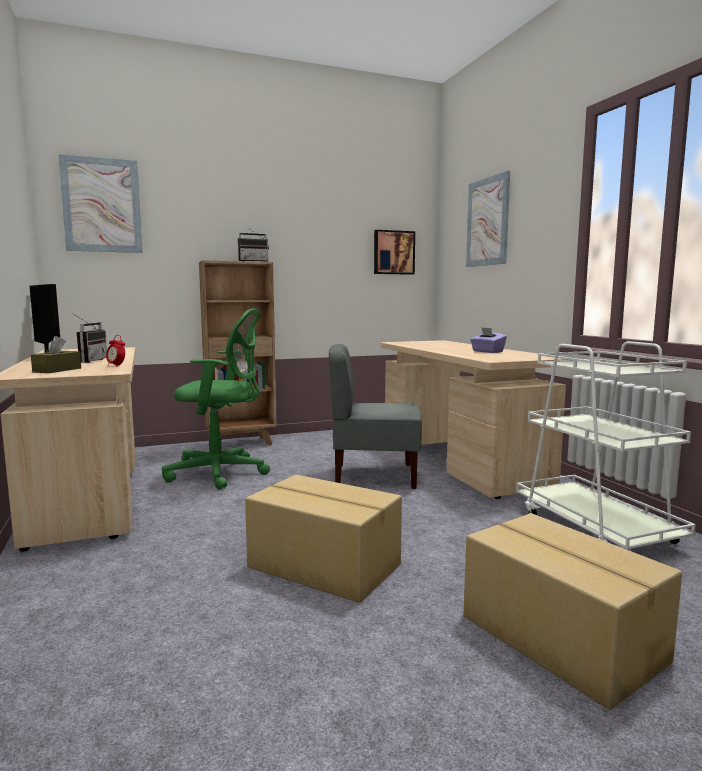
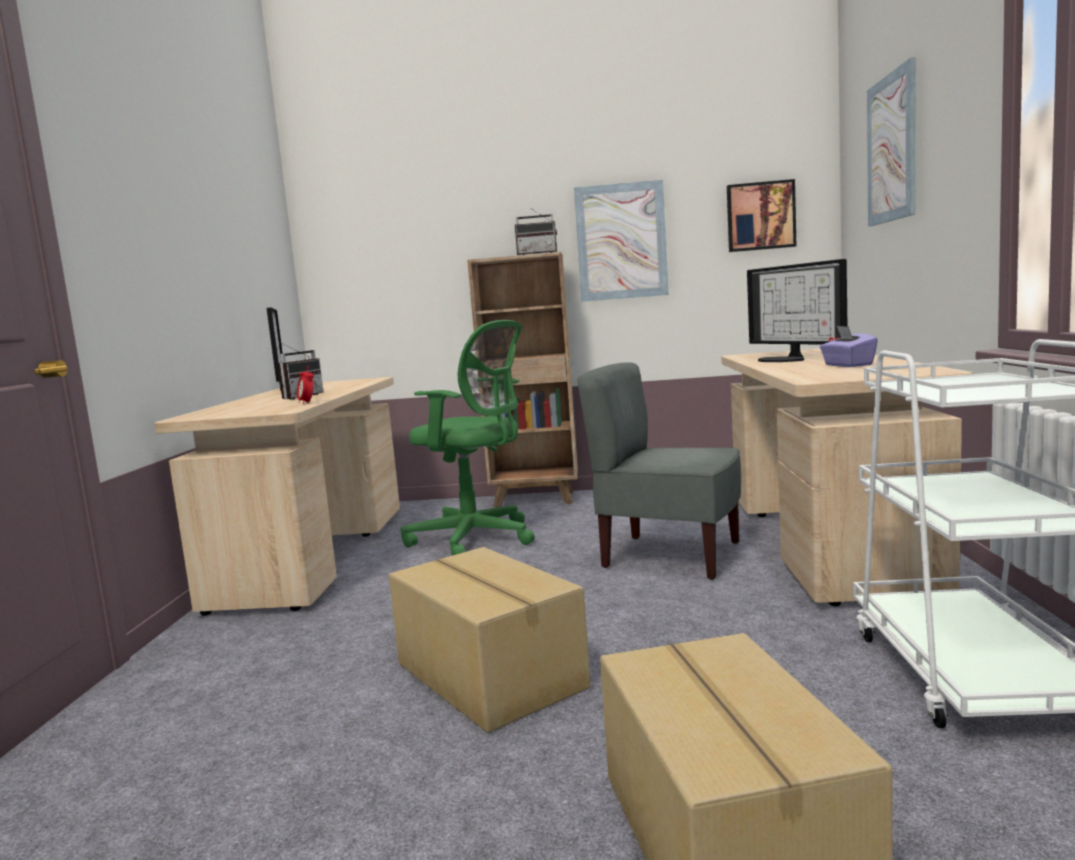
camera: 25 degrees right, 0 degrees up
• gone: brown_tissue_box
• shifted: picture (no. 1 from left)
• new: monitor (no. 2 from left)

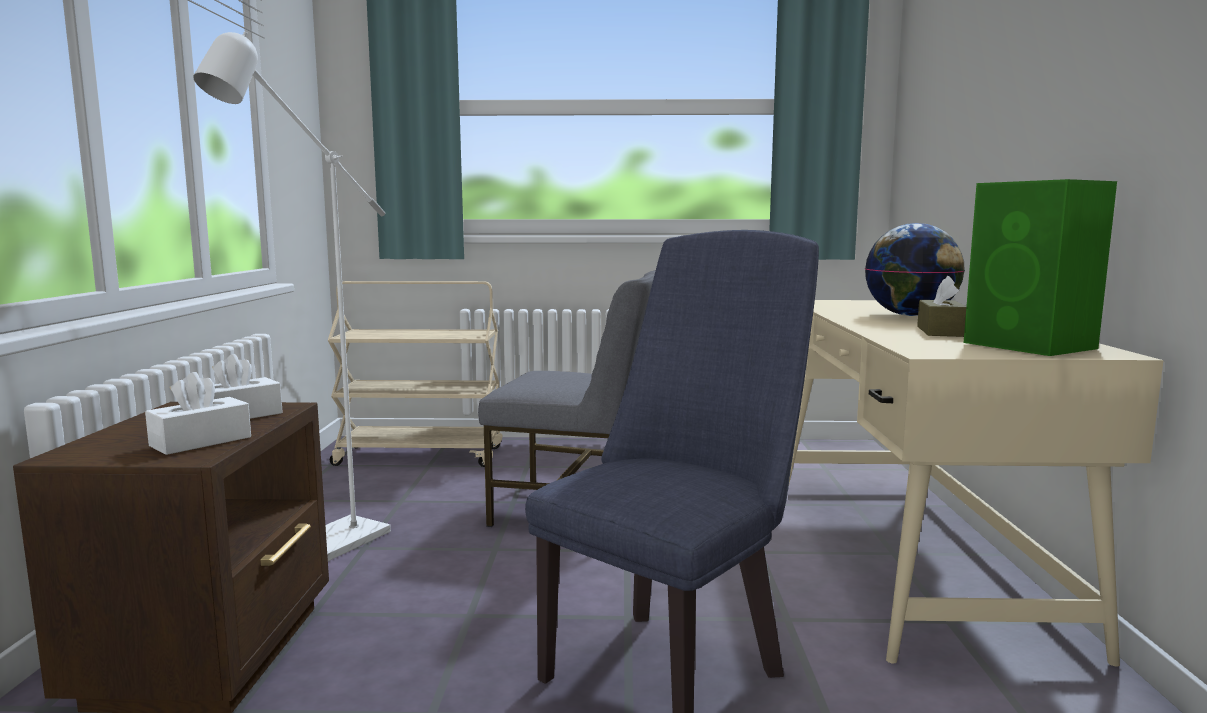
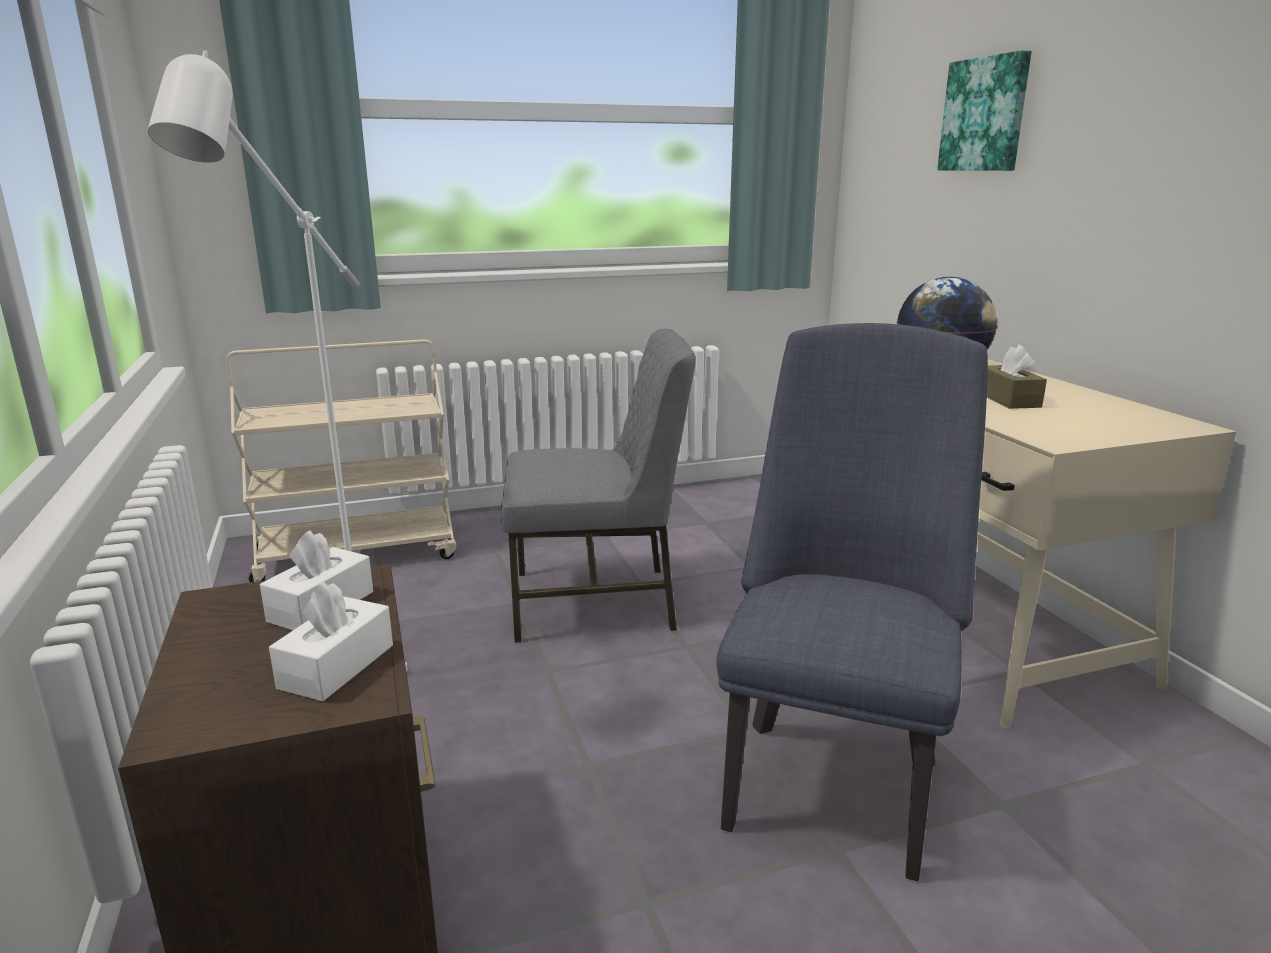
camera: 20 degrees left, 10 degrees up
• gone: green_speaker
• new: picture

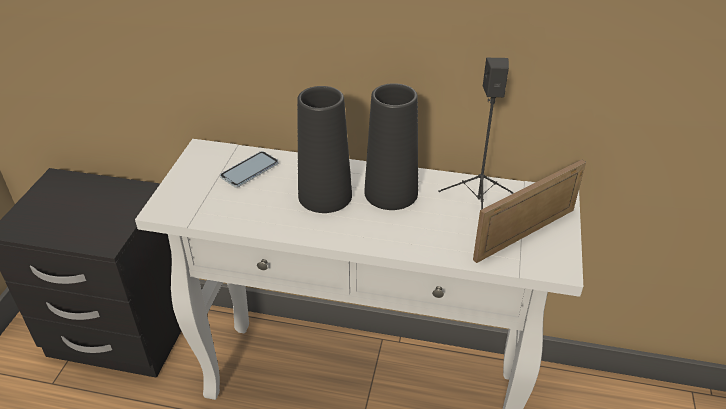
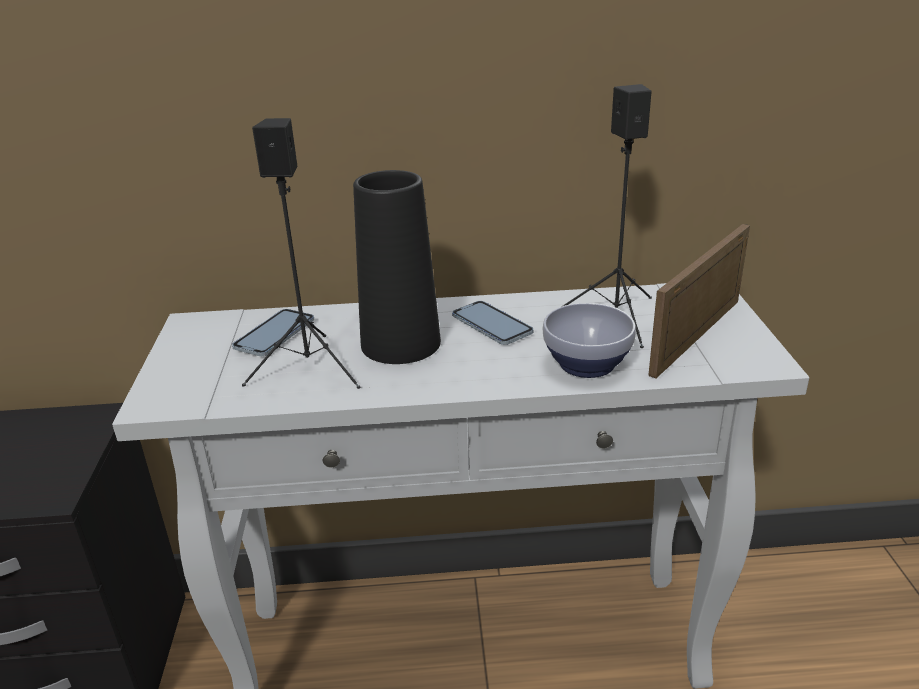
camera: 15 degrees left, 10 degrees down
• swapped: black_vase (no. 2 from left) to phone (no. 2 from left)
• new: black_speaker (no. 1 from left)
• new: bowl

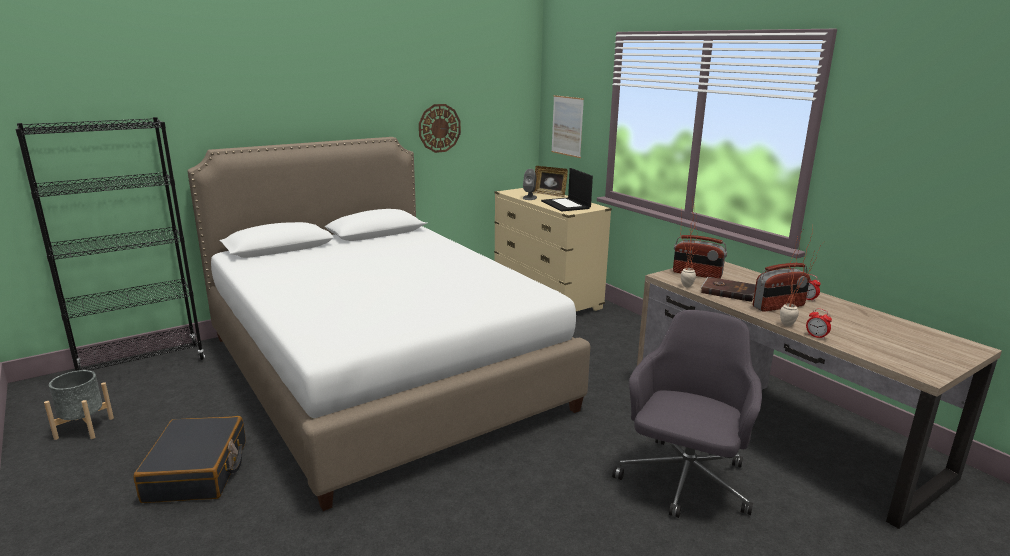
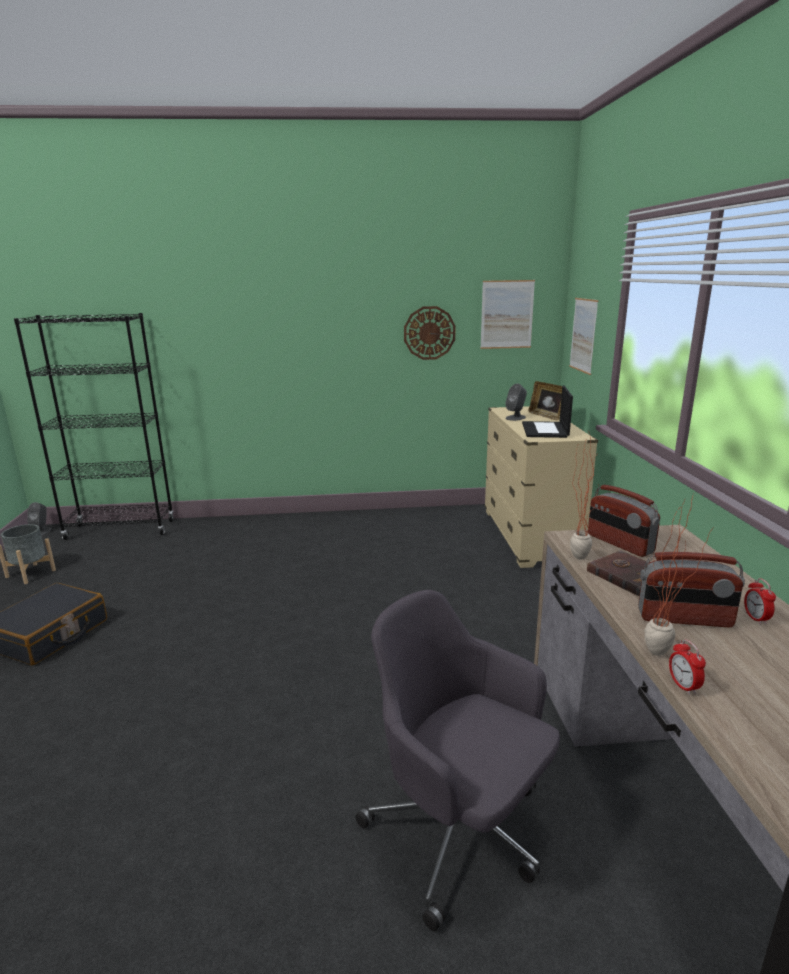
camera: 30 degrees right, 0 degrees up
• gone: white_bed
• rotated: grey_office_chair 105 degrees counterclockwise
• new: grey_speaker (no. 1 from left)
• new: picture (no. 1 from left)

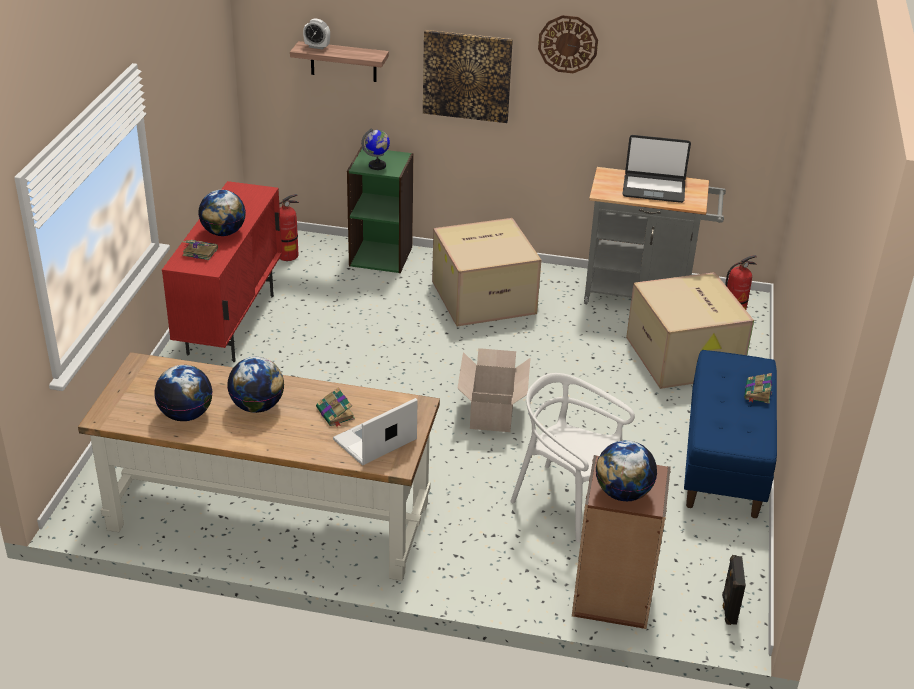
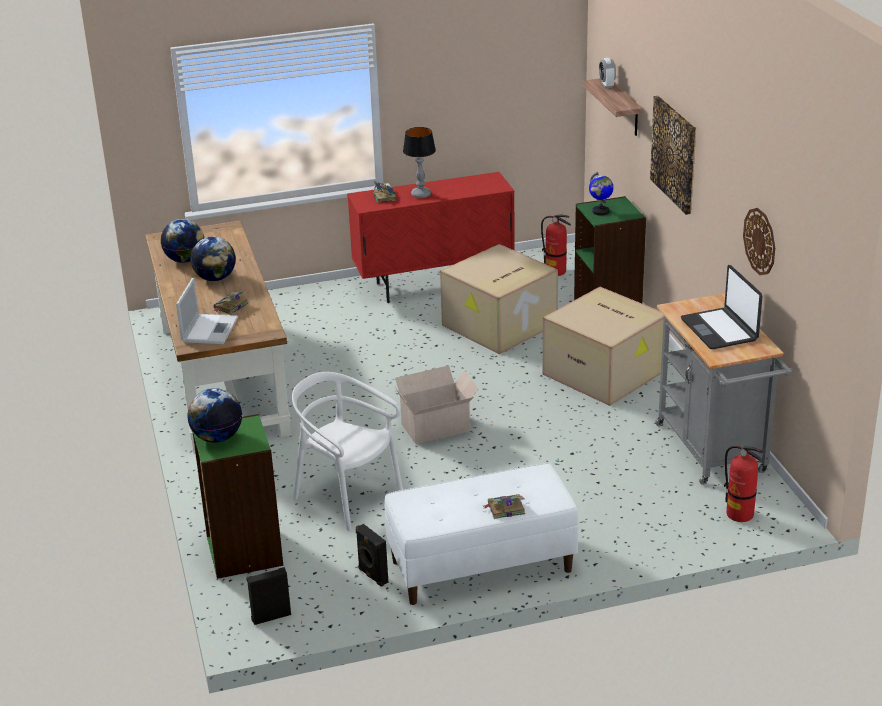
camera: 65 degrees right, 5 degrees down
• swapped: globe (no. 2 from left) to table_lamp
• rotated: laptop (no. 1 from left) 75 degrees clockwise
• rotated: white_chair 60 degrees counterclockwise
• shifted: wall_clock
• repainted: brown_bookcase to green_bookcase (no. 1 from left)
• shifted: cardboard_box (no. 3 from left in the first image) to cardboard_box (no. 2 from left)
• repainted: blue_bench to white_bench
• new: black_speaker (no. 2 from left)

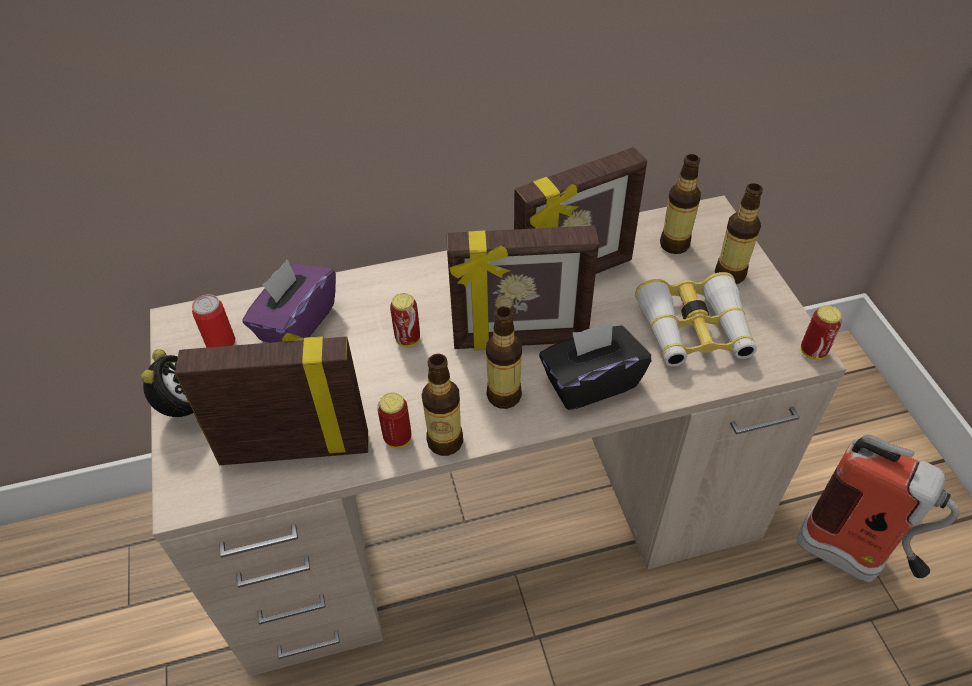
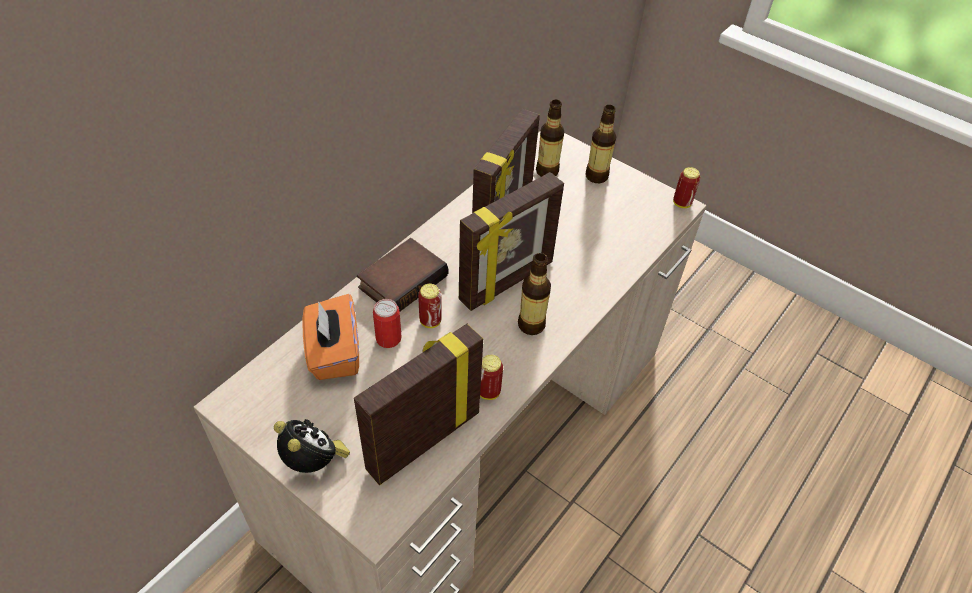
camera: 40 degrees left, 0 degrees up
• shifted: can (no. 1 from left)
• repainted: purple_tissue_box to orange_tissue_box
• gone: bottle (no. 1 from left)
• gone: black_tissue_box
• gone: binoculars
• gone: fire_extinguisher
• new: book

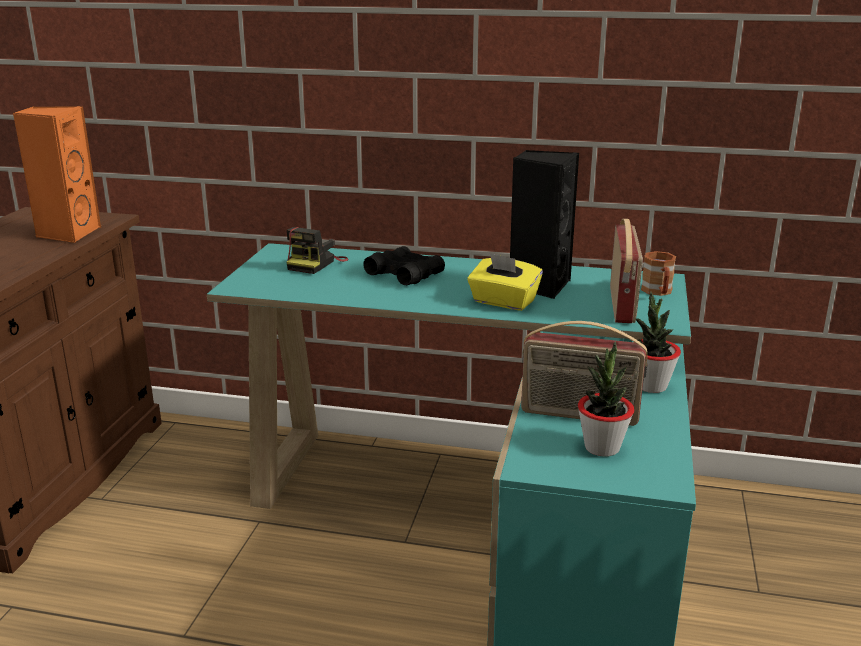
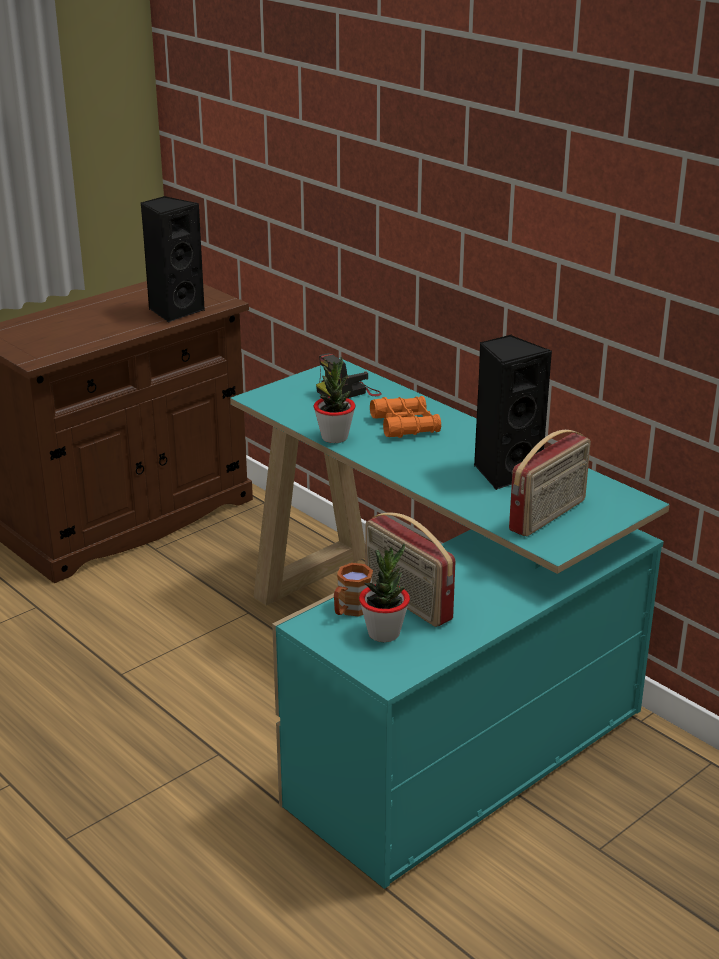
camera: 35 degrees right, 5 degrees up
• repainted: orange_speaker to black_speaker (no. 1 from left)
• repainted: black_binoculars to orange_binoculars
• gone: yellow_tissue_box
• shifted: potted_plant (no. 2 from left in the first image) to potted_plant (no. 1 from left)
• shifted: brown_mug

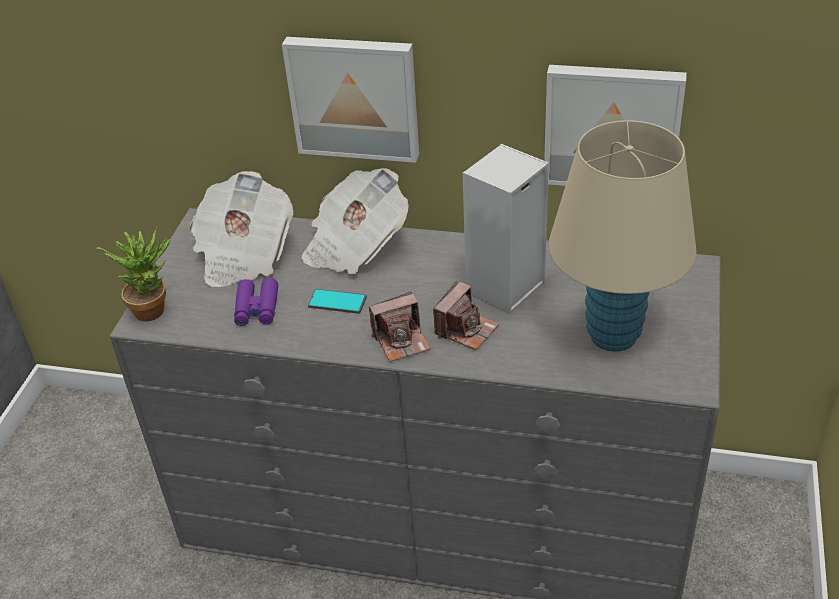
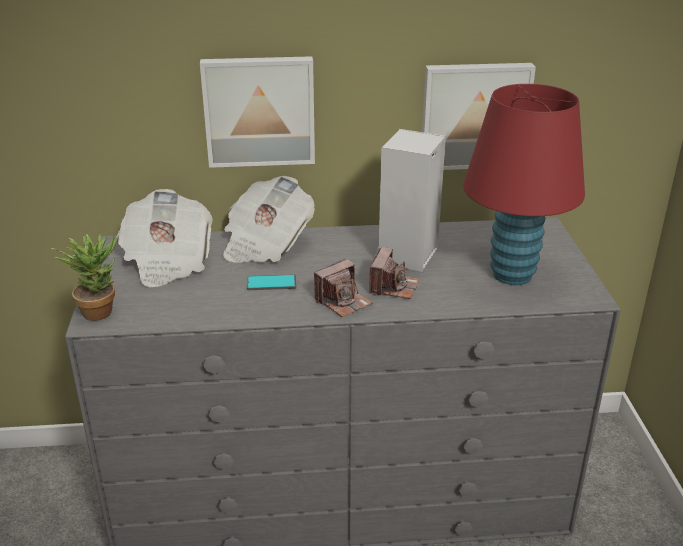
camera: 20 degrees left, 10 degrees down
• gone: purple_binoculars
• repainted: beige_table_lamp to red_table_lamp

